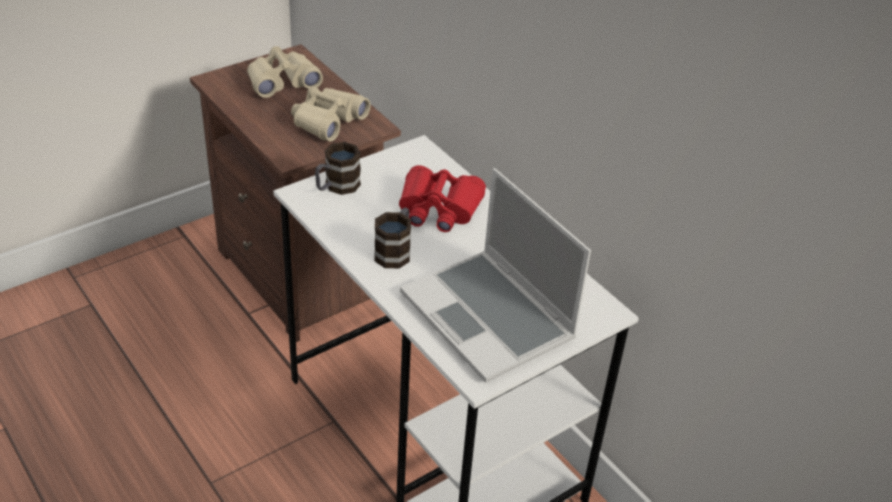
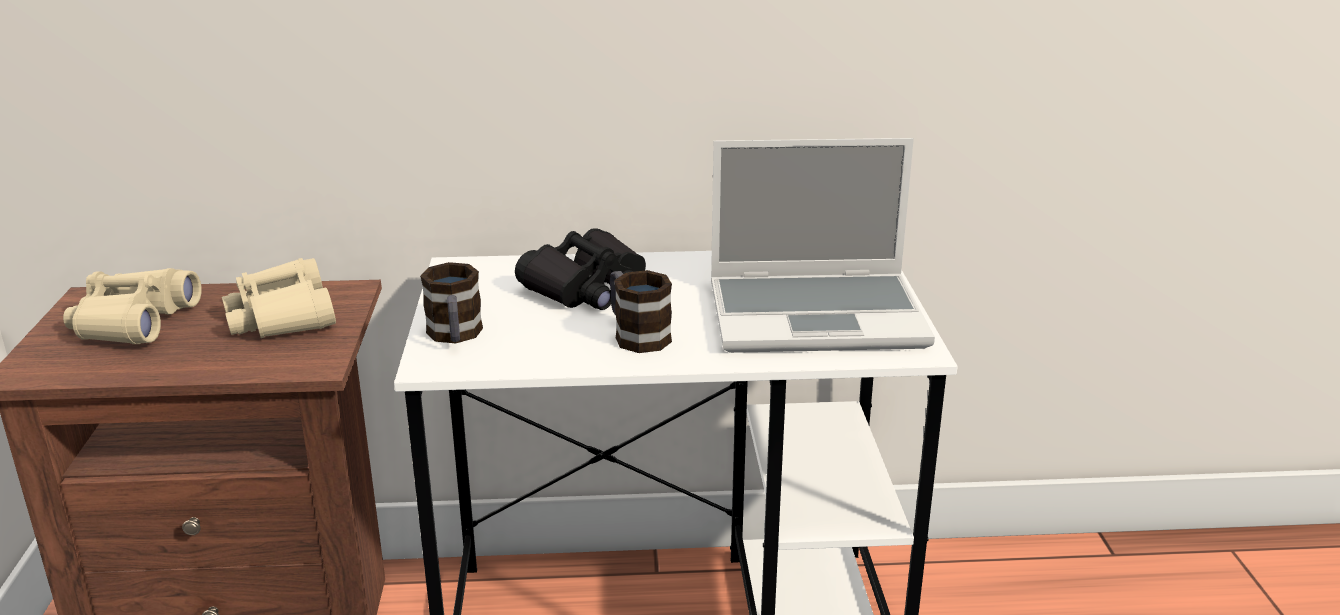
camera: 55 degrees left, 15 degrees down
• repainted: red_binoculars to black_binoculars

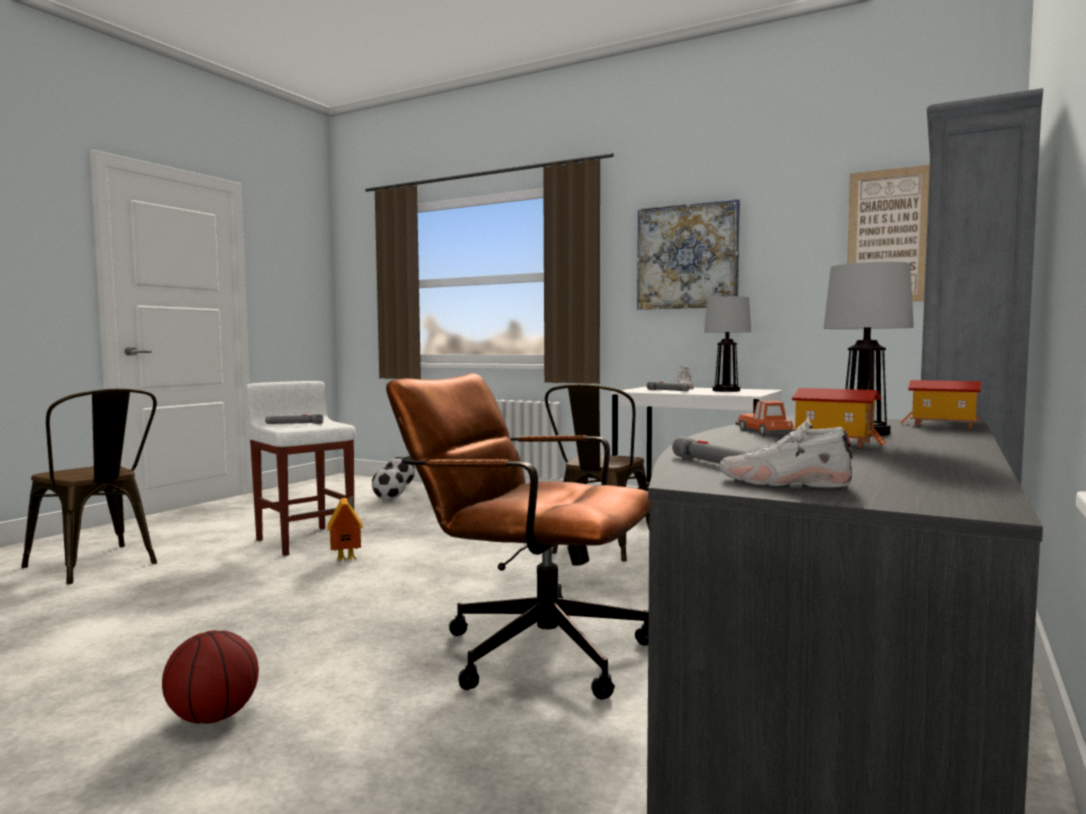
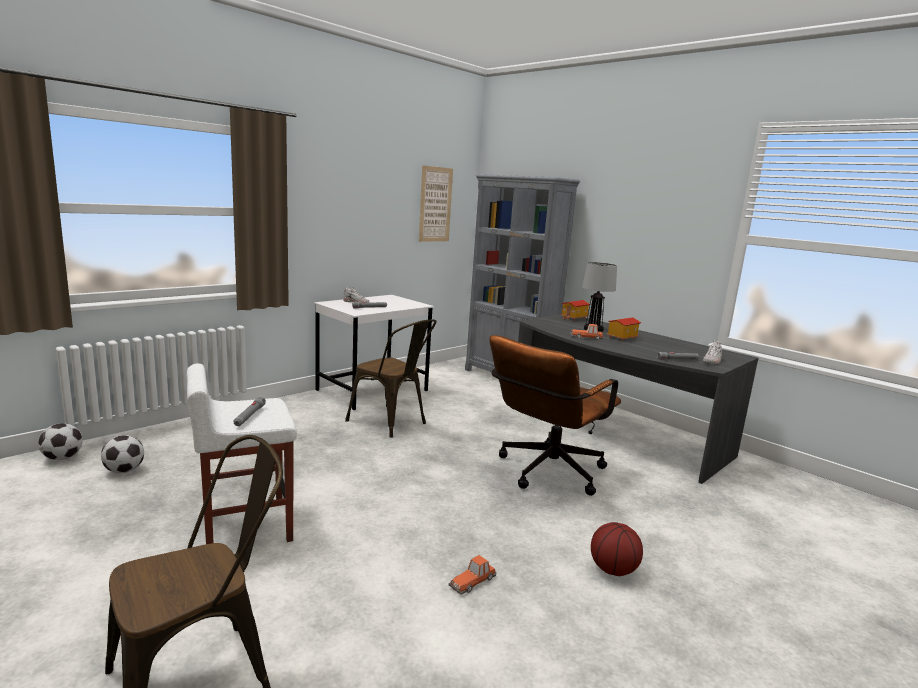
camera: 75 degrees left, 10 degrees up
• gone: toy_house (no. 1 from left)
• gone: picture (no. 1 from left)
• gone: table_lamp (no. 1 from left)
• new: toy_car (no. 1 from left)

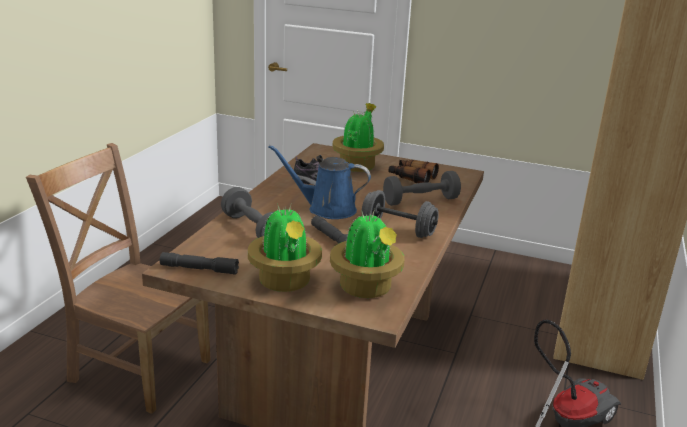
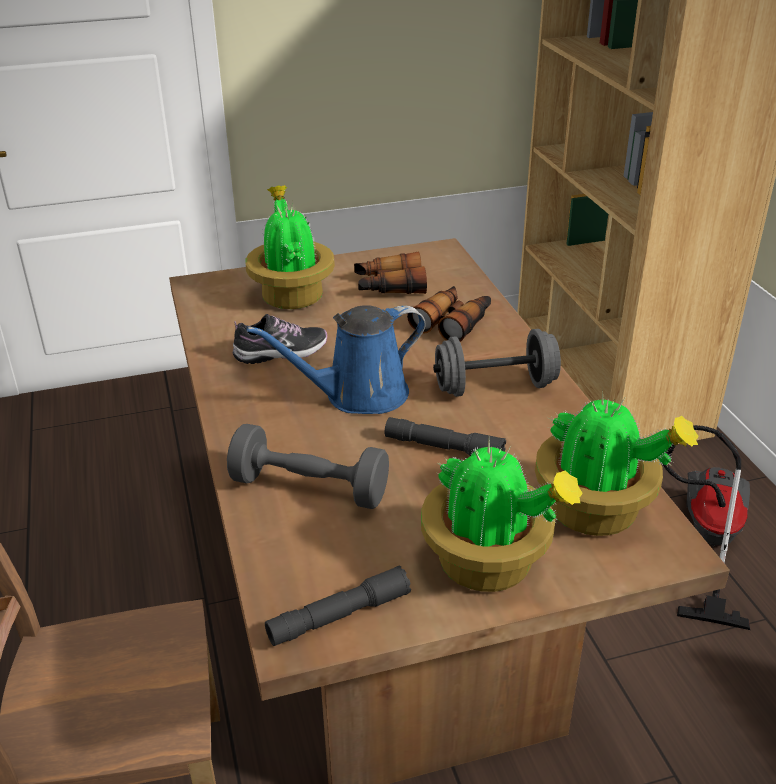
camera: 35 degrees left, 10 degrees up
• swapped: grey_dumbbell (no. 3 from left) to binoculars (no. 2 from left)

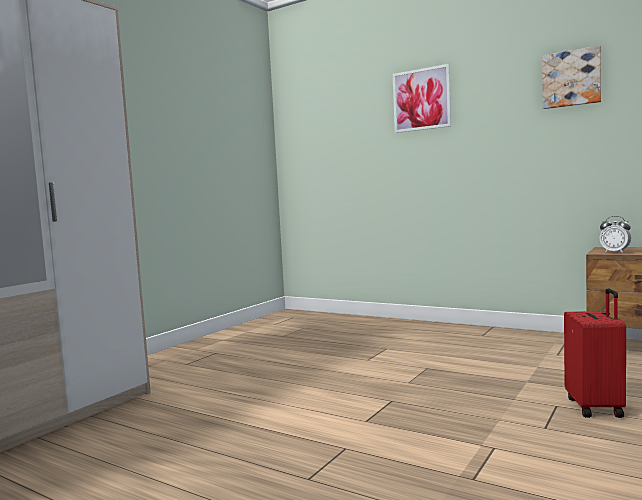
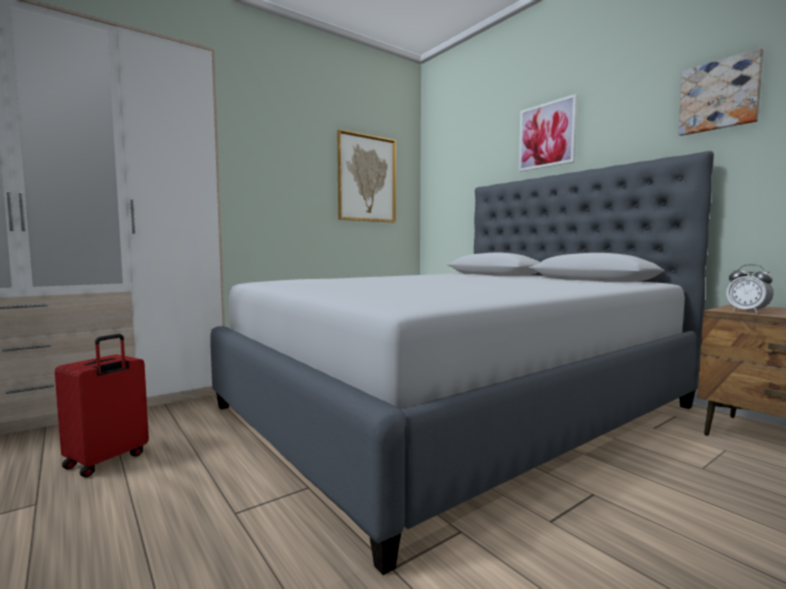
camera: 20 degrees right, 0 degrees up
• shifted: red_suitcase
• new: grey_bed
• new: picture (no. 1 from left)

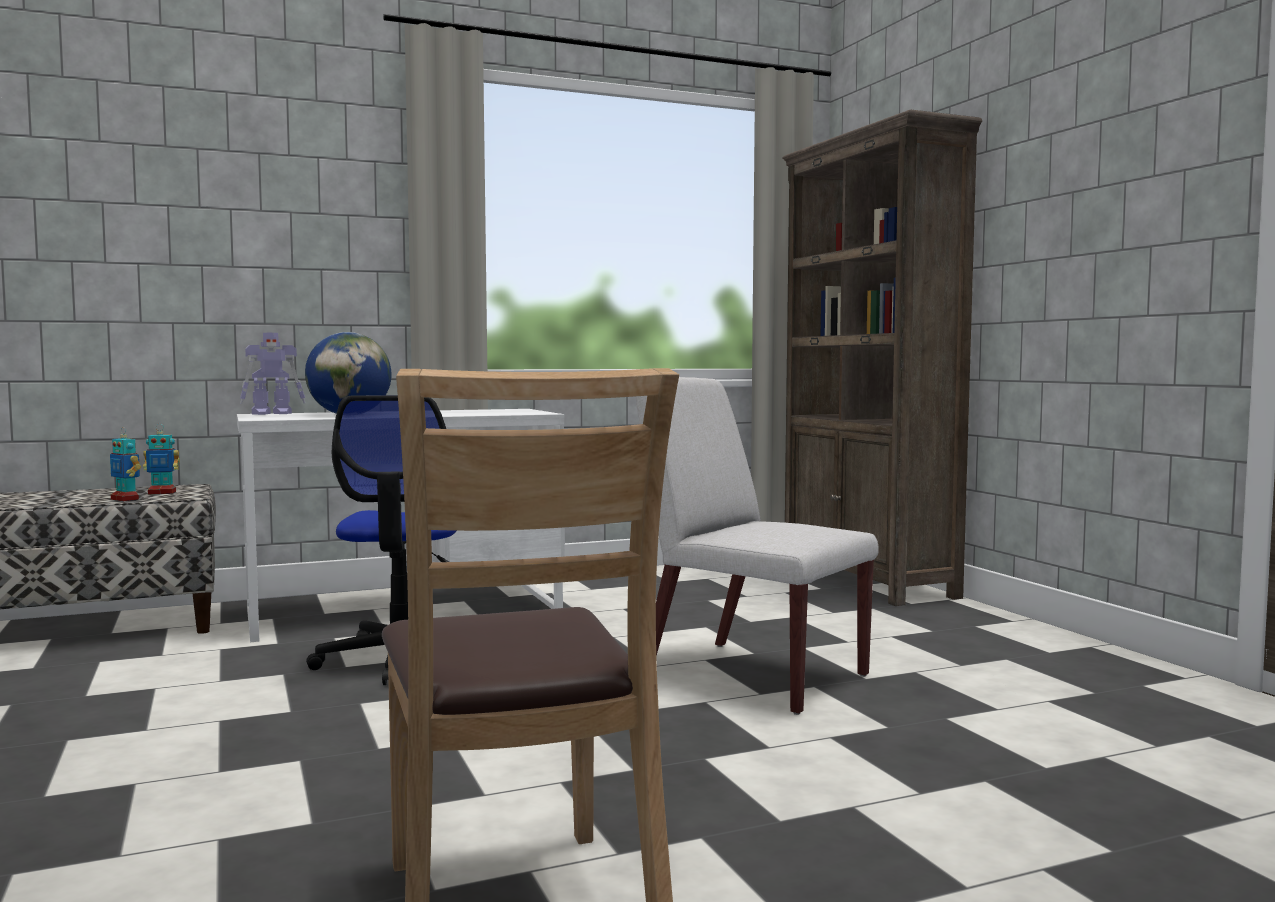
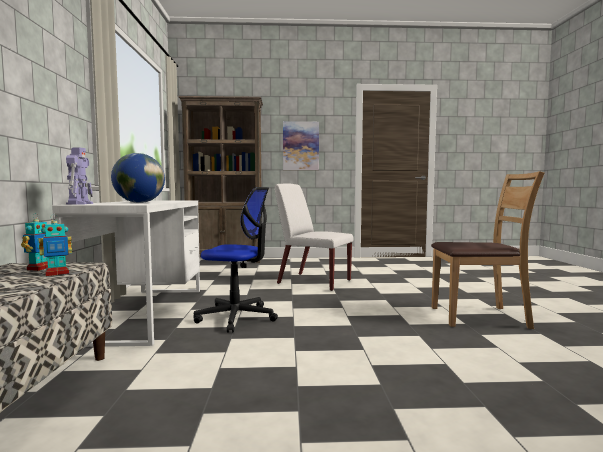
camera: 70 degrees left, 0 degrees up
• rotated: white_chair 60 degrees clockwise
• new: picture

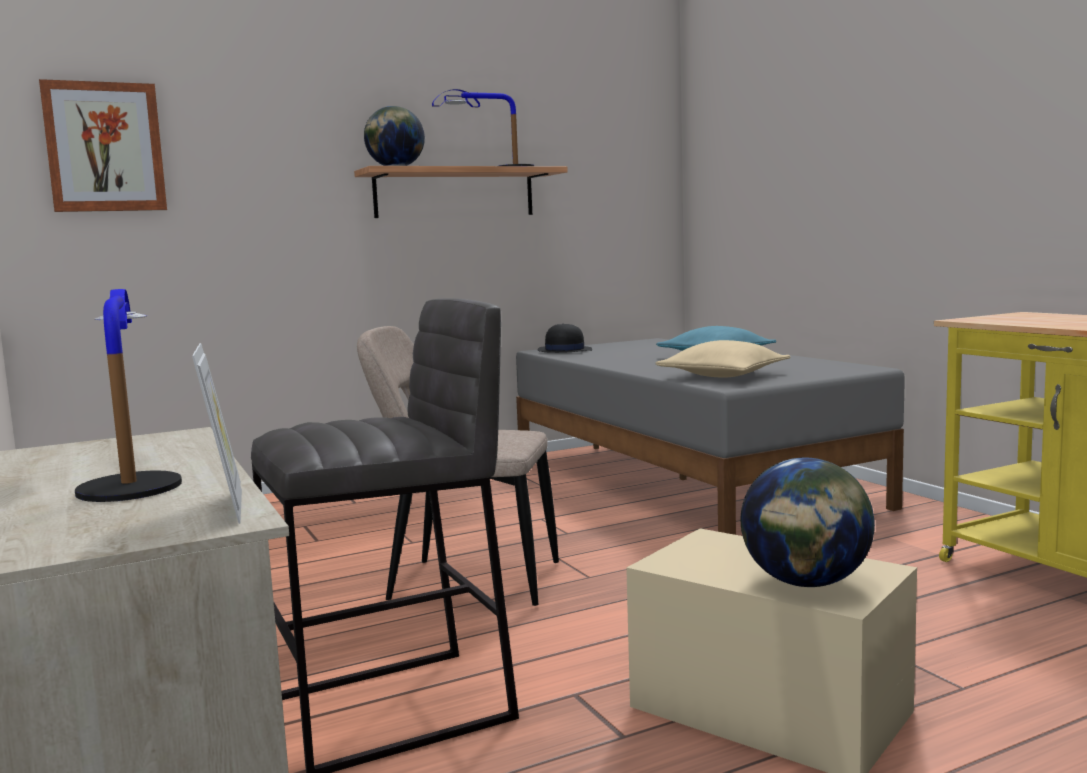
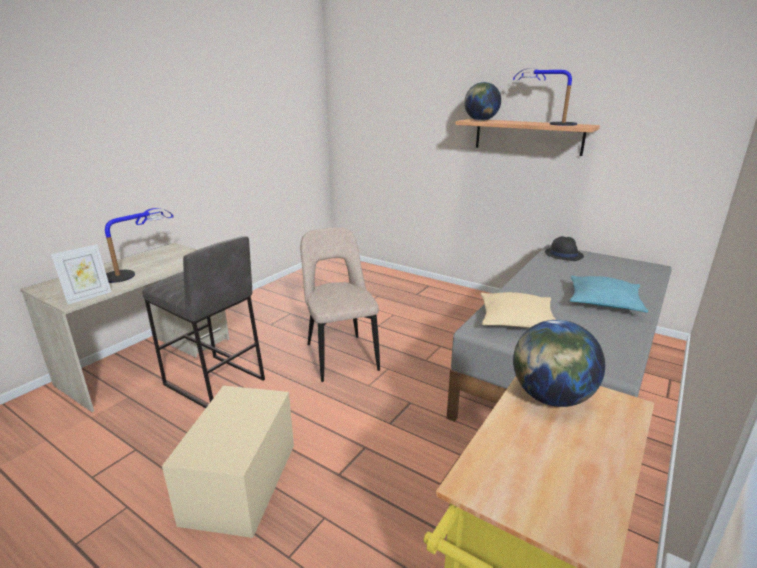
camera: 60 degrees right, 15 degrees up
• gone: picture
• shifted: globe (no. 2 from left)

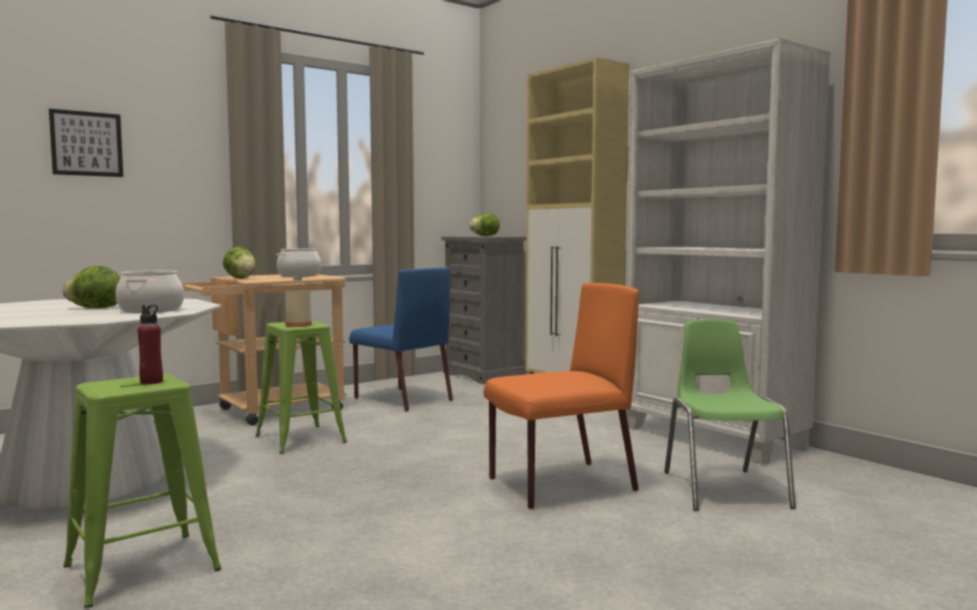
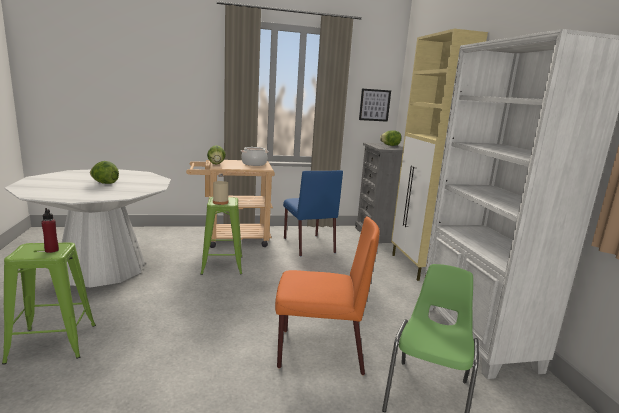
camera: 25 degrees right, 10 degrees up
• shifted: picture
• gone: cooking_pot (no. 1 from left)

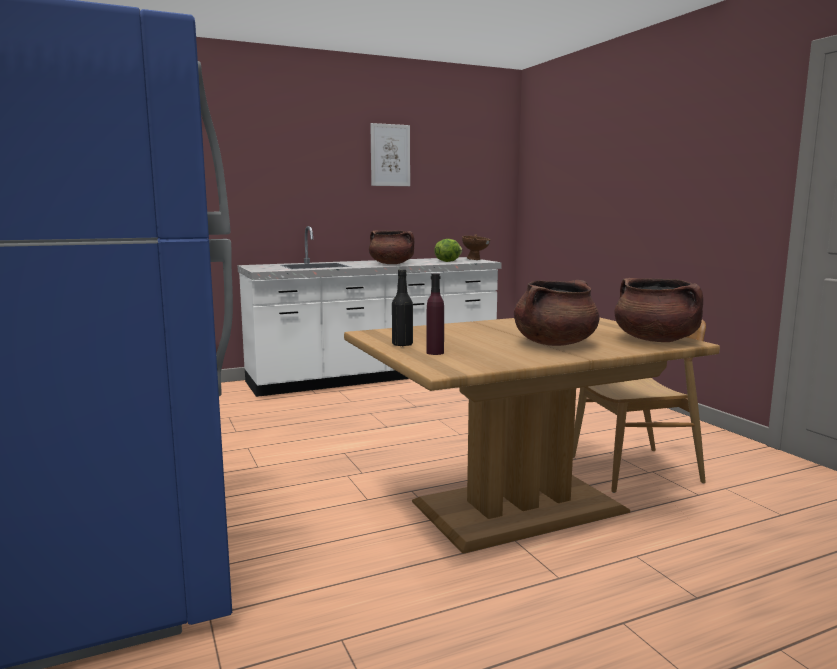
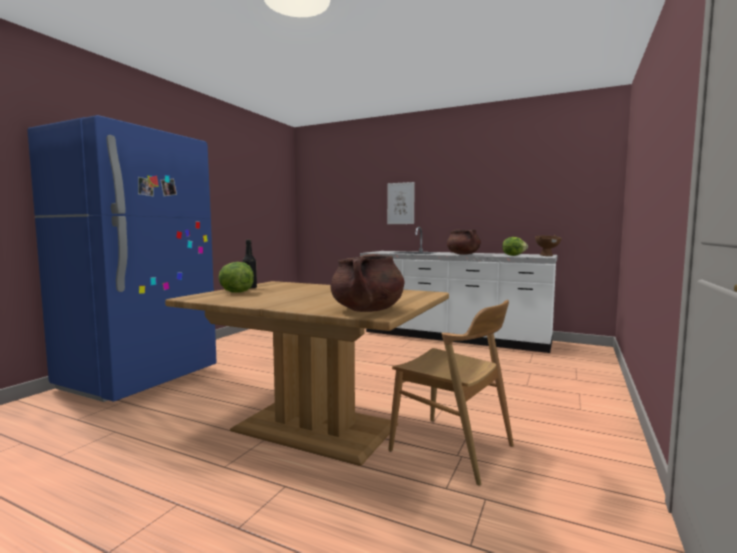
camera: 50 degrees right, 5 degrees down
• shifted: picture
• swapped: purple_bottle to lettuce (no. 1 from left)
• gone: brown_cooking_pot (no. 2 from left)

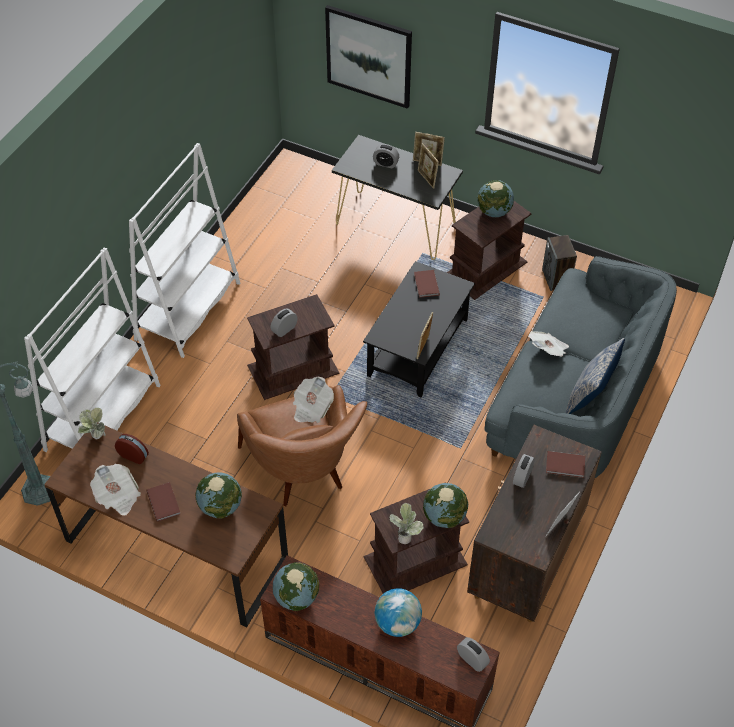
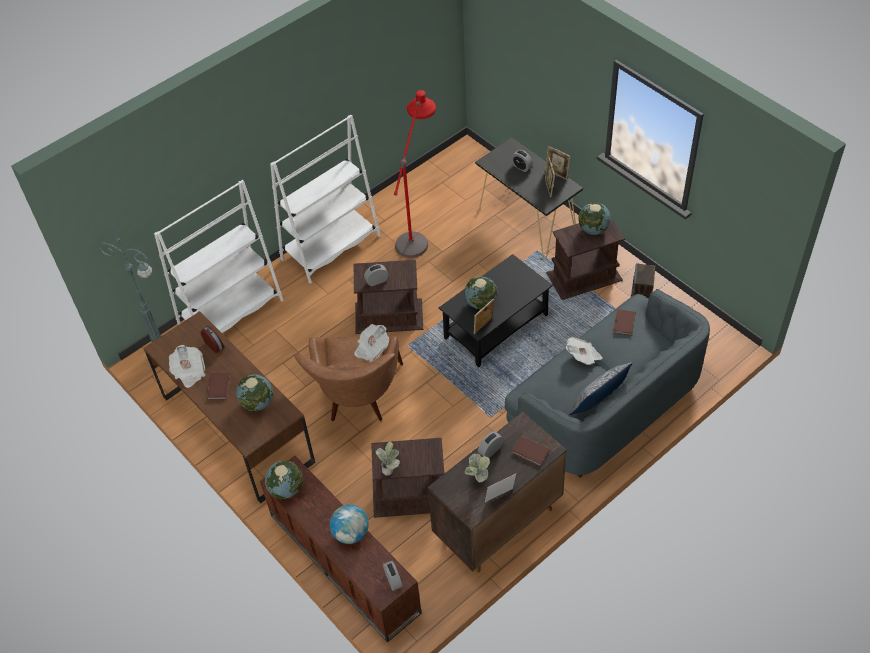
camera: 25 degrees right, 0 degrees up
• shifted: potted_plant (no. 1 from left in the first image) to potted_plant (no. 2 from left)
• gone: picture
• shifted: brown_book (no. 2 from left in the first image) to brown_book (no. 3 from left)
• shifted: globe (no. 4 from left)
• new: red_floor_lamp

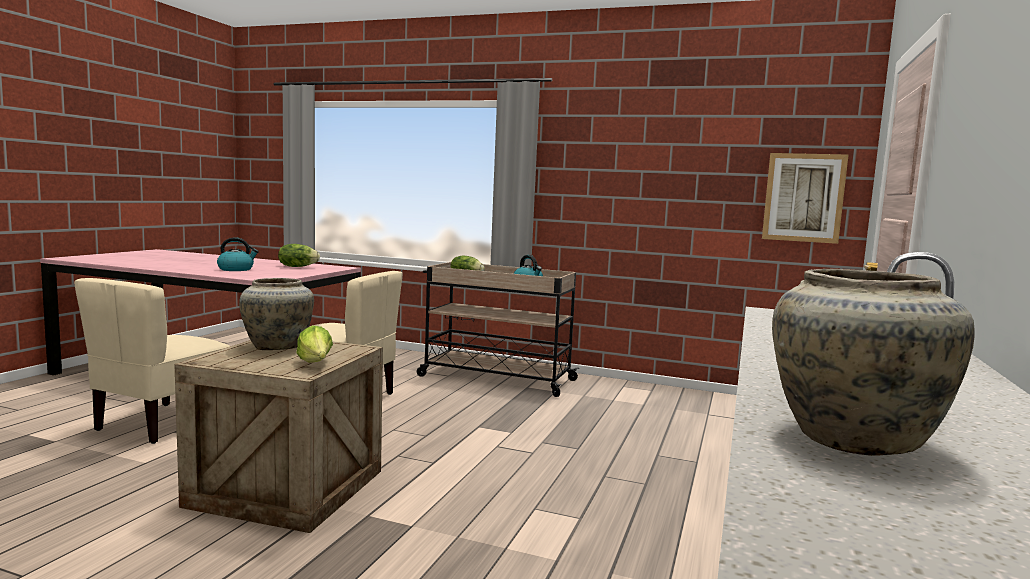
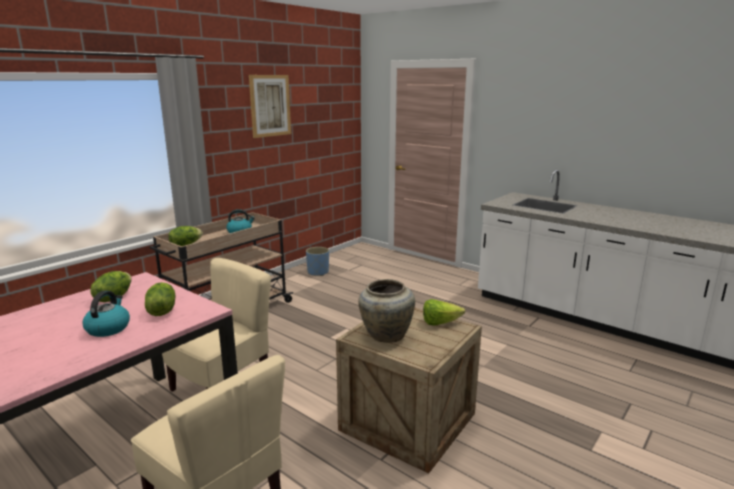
camera: 70 degrees left, 10 degrees up
• shifted: picture
• gone: beige_vase (no. 2 from left)
• new: lettuce (no. 2 from left)
• new: blue_planter

